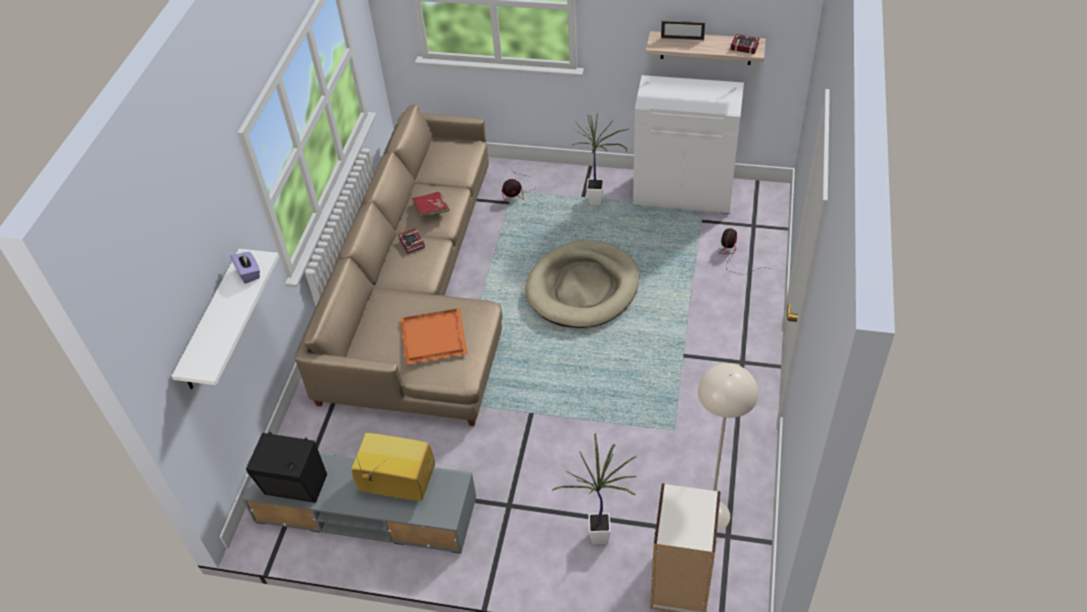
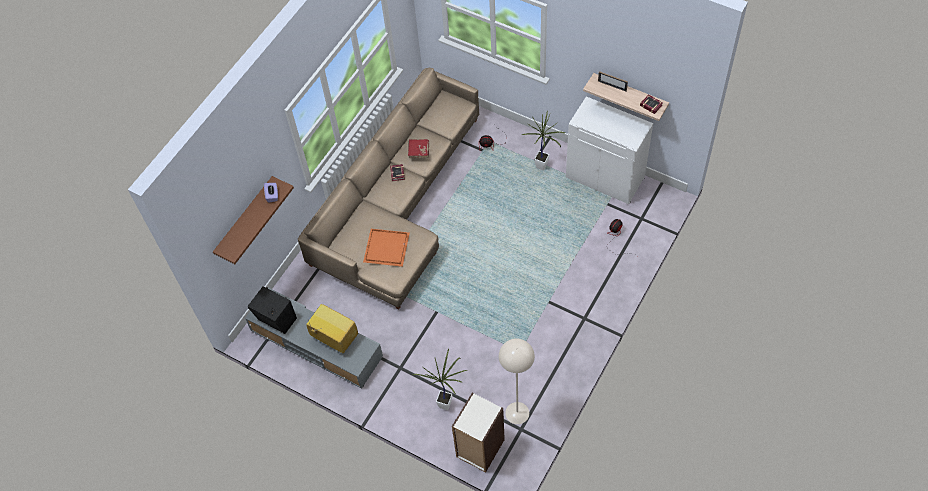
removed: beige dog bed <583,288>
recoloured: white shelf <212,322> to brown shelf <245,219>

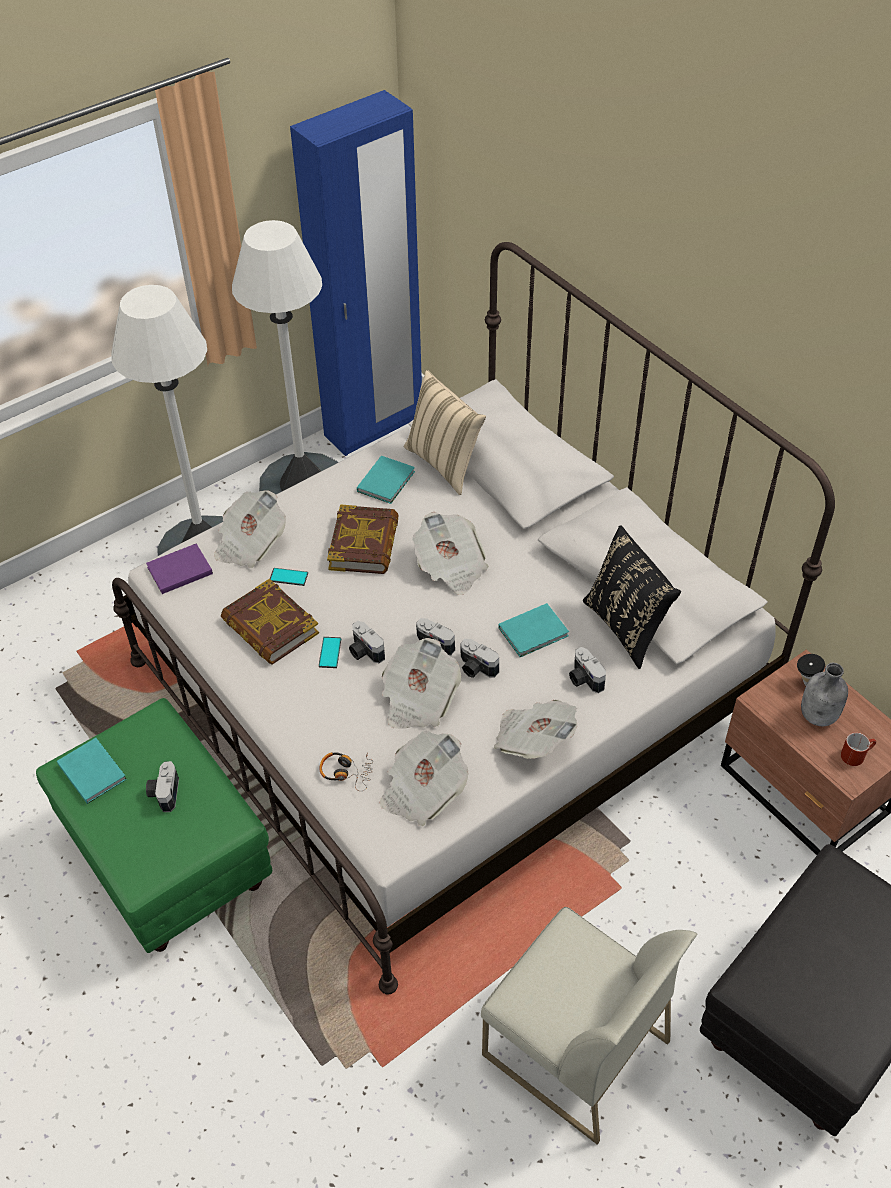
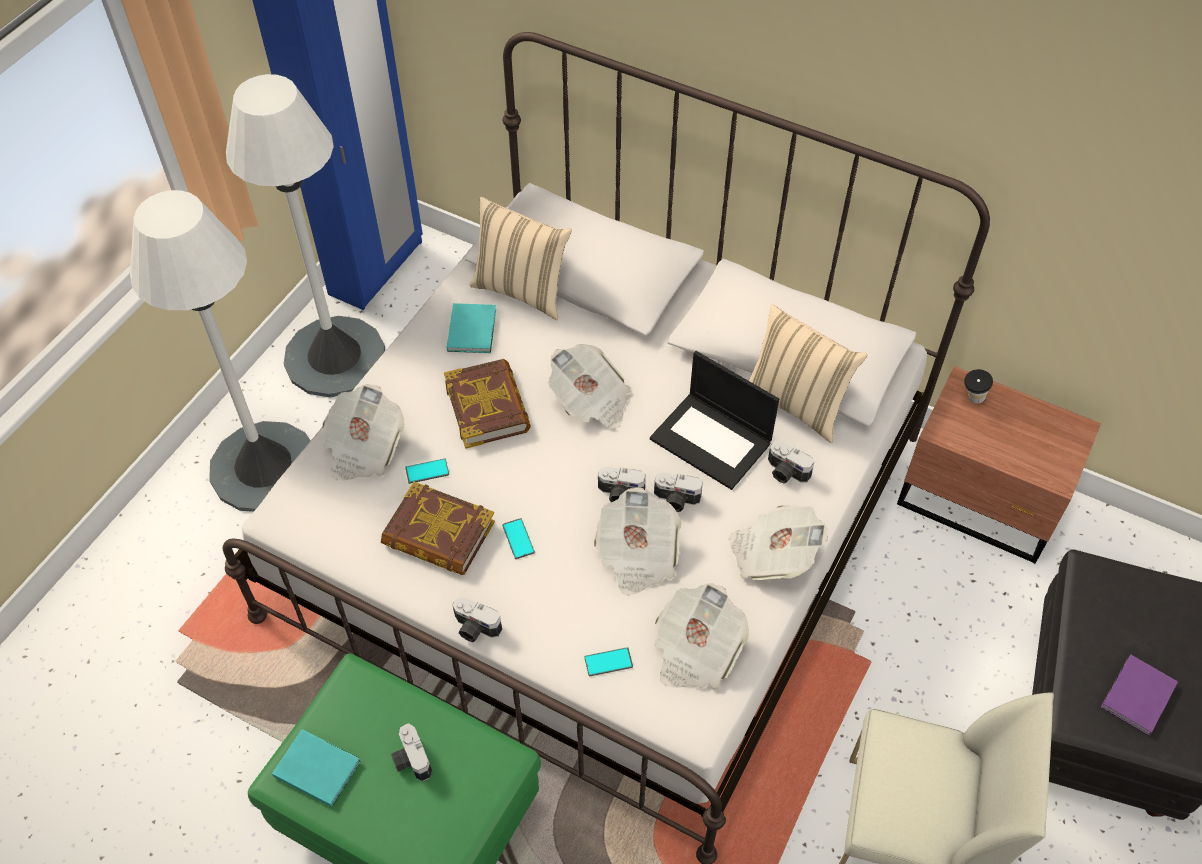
removed: grey bottle <819,716>; red mug <856,754>
moved: purple book <178,570> to <1136,697>; photo camera <364,651> to <475,629>
replaced: headphones <346,772> to phone <608,662>; turquoise book <535,632> to laptop <712,440>
recoloured: black pillow <626,627> to beige pillow <796,404>

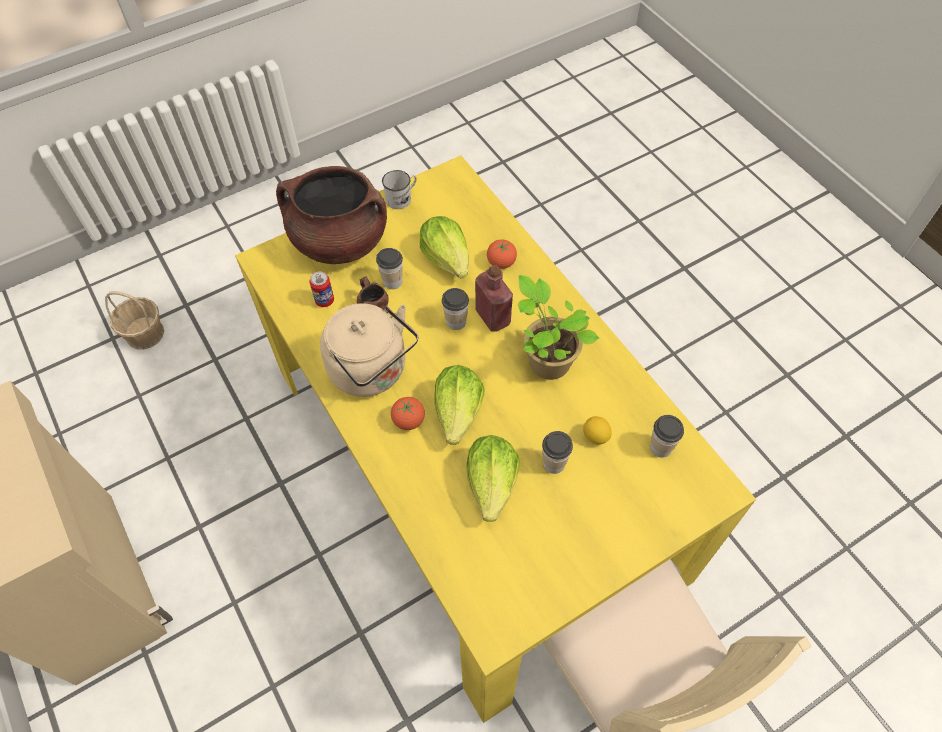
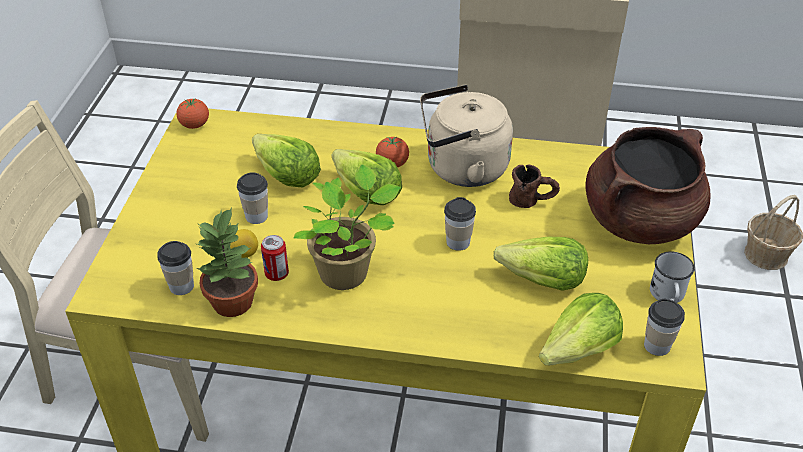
removed: red bottle <493,317>
added: potted plant <234,302>; lettuce <579,350>
moved: can <324,300> to <277,274>; cup <392,281> to <657,345>; tomato <501,263> to <194,125>

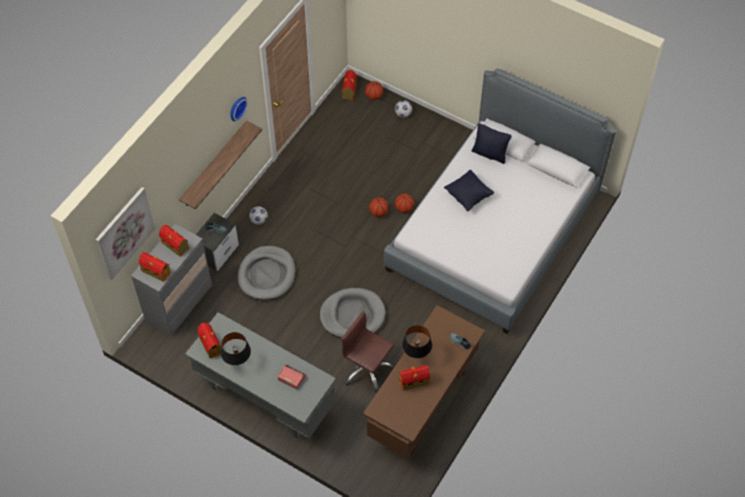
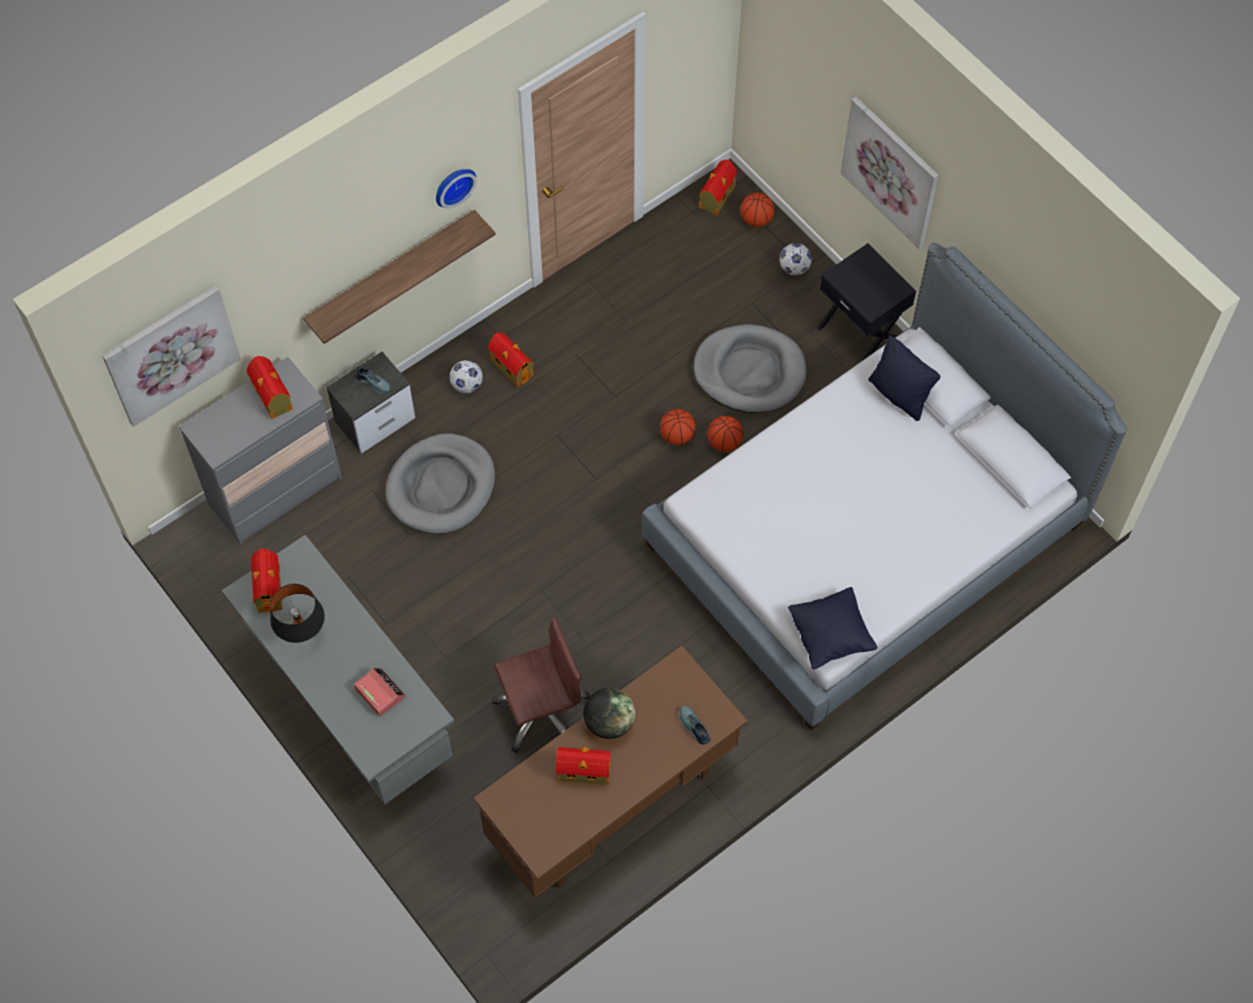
added: black nightstand <860,332>; picture <890,172>
moved: toy house <155,271> to <511,366>; grey dog bed <352,315> to <749,371>; black pillow <468,196> to <830,636>
replaced: black table lamp <416,354> to globe <609,723>
turned: brown office chair <367,369> = <542,712> 105 degrees clockwise

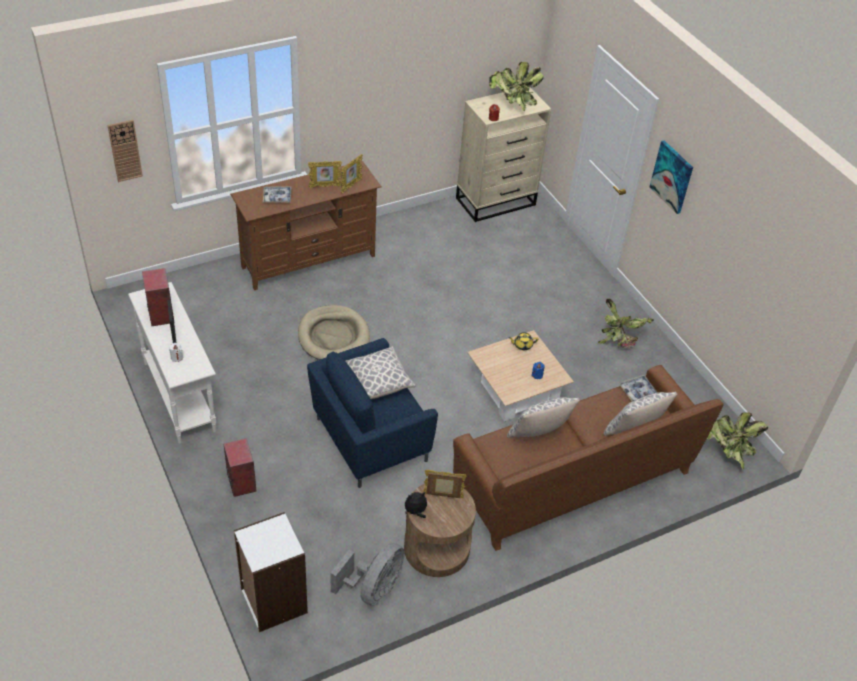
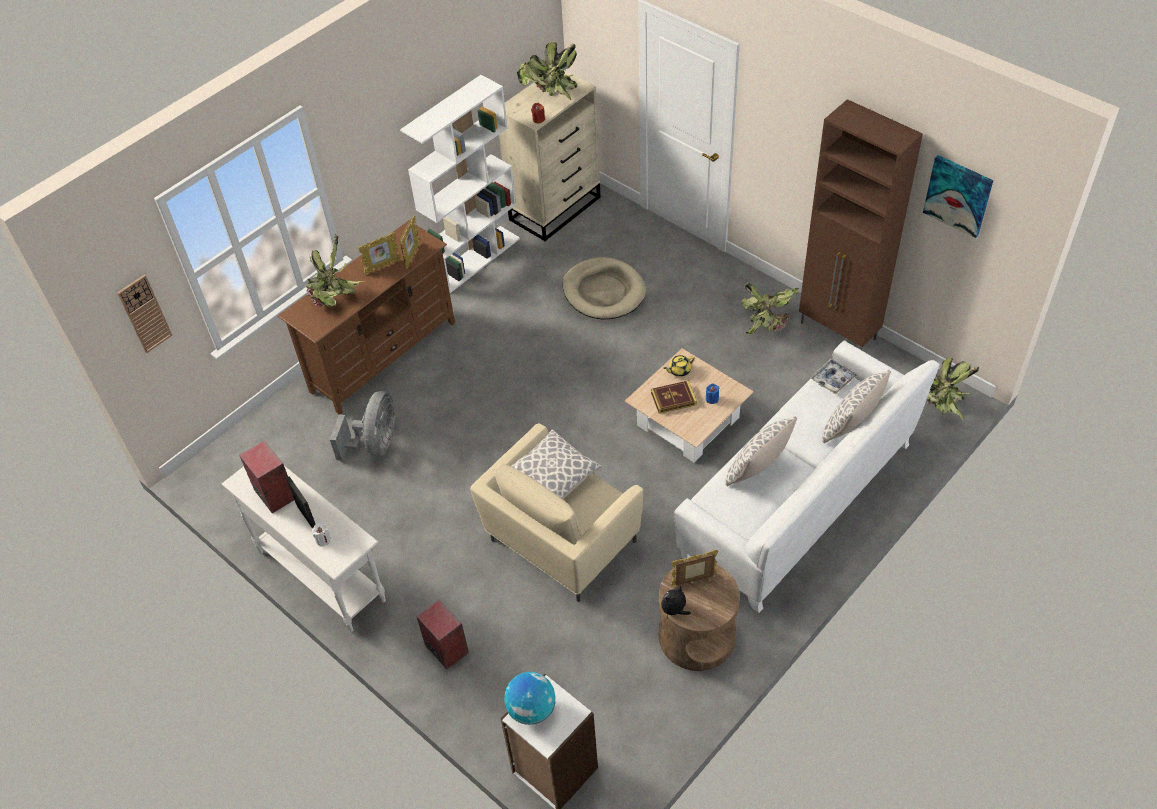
added: white bookcase <475,259>; globe <531,709>; book <673,399>; brown cabinet <839,331>
moved: beige dog bed <333,336> to <604,291>; grey fan <373,589> to <375,444>; picture <672,177> to <958,195>
replaced: tray <277,197> to potted plant <335,300>
recoloured: blue armchair <369,439> to beige armchair <560,541>; brown sofa <573,479> to white sofa <798,500>

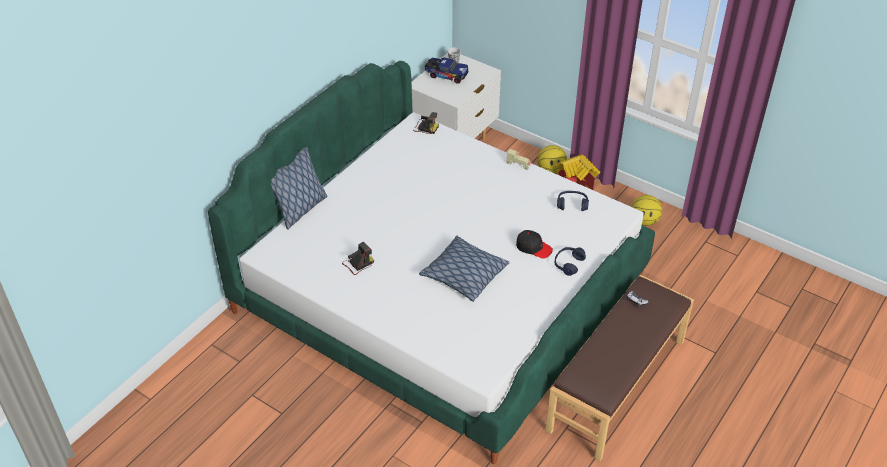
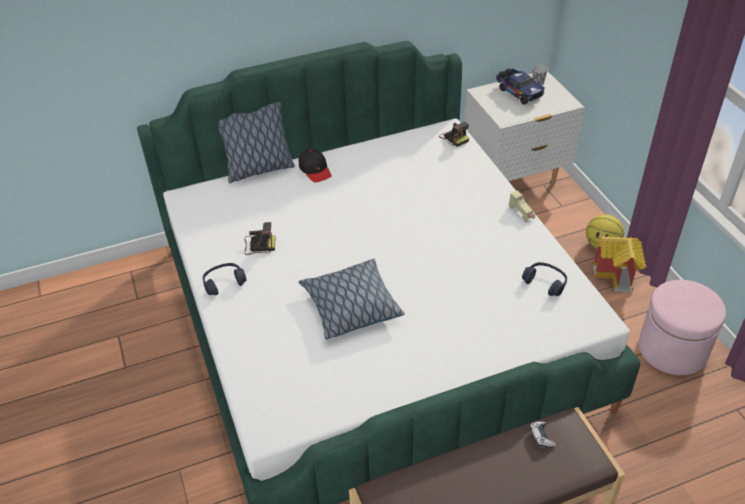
moved: black cap <533,247> to <315,170>; blue headphones <568,264> to <224,283>
replaced: basketball <644,221> to pink ottoman <672,349>

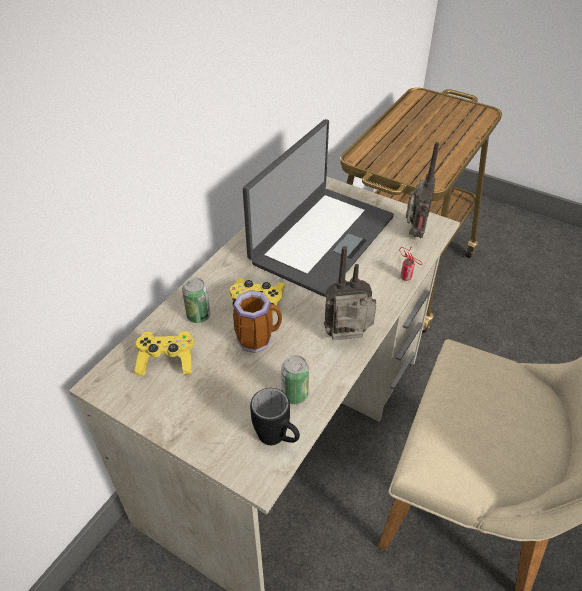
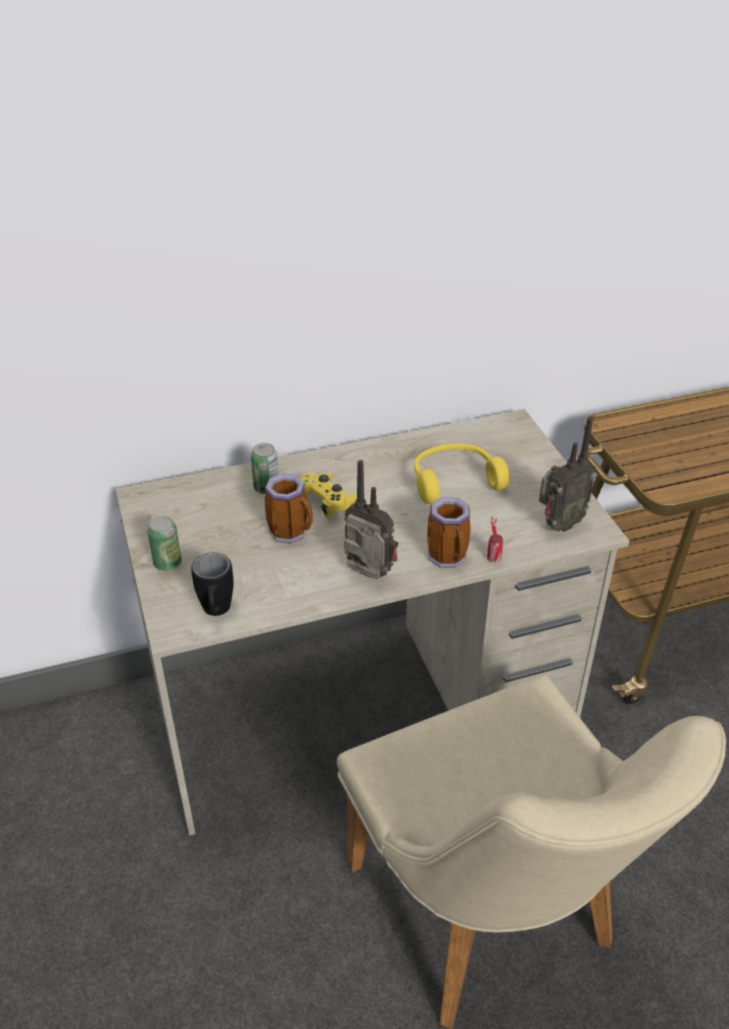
removed: yellow game controller <167,360>
added: mug <450,558>
moved: can <294,395> to <167,563>
replaced: laptop <321,238> to yellow headphones <454,481>

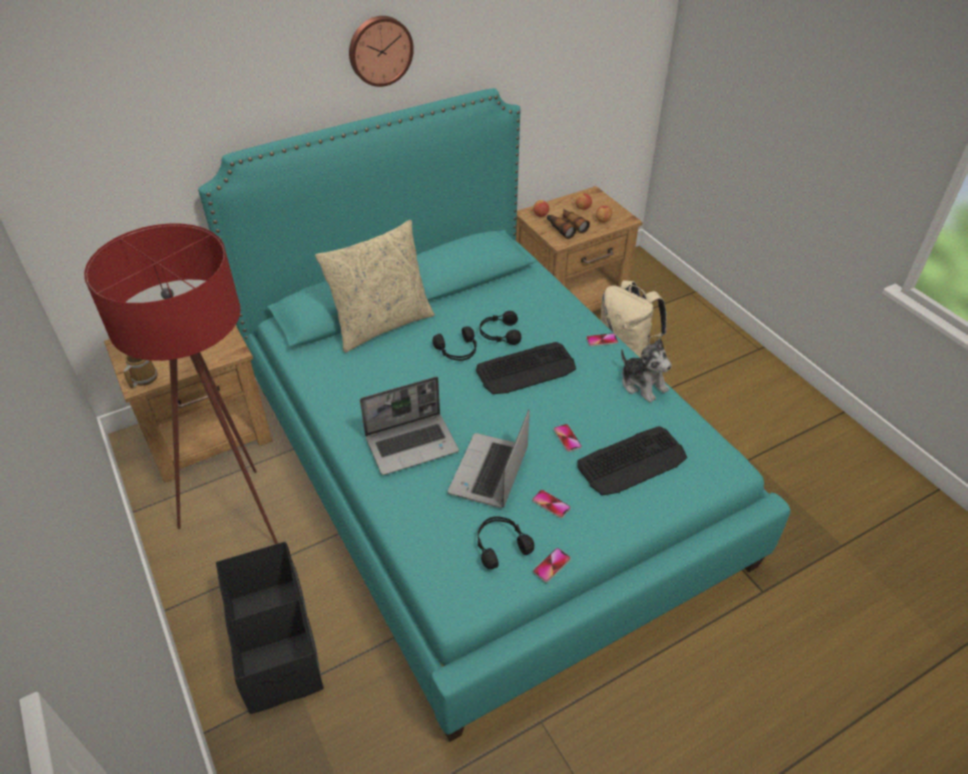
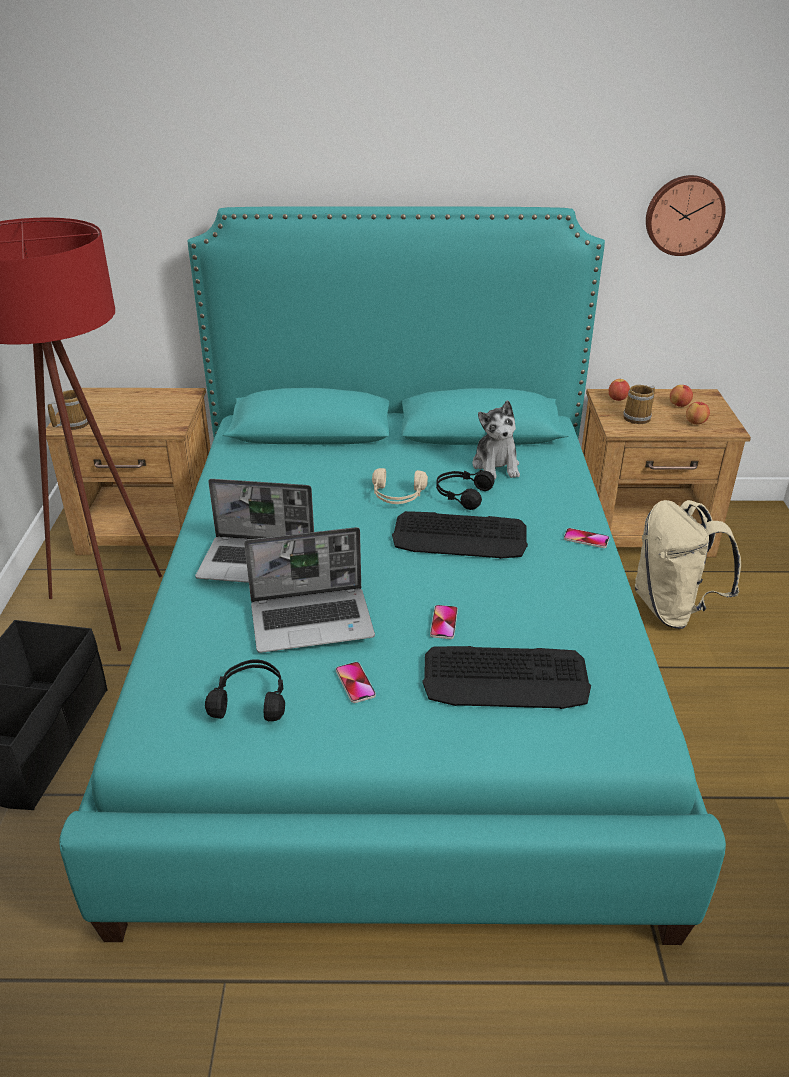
removed: beige pillow <382,324>; phone <551,565>
moved: wall clock <379,50> to <683,215>; plush toy <643,384> to <496,466>
replaced: binoculars <565,227> to mug <638,417>
recoloured: black headphones <458,351> to beige headphones <397,496>
turned: laptop <490,473> = <313,621> 150 degrees counterclockwise

